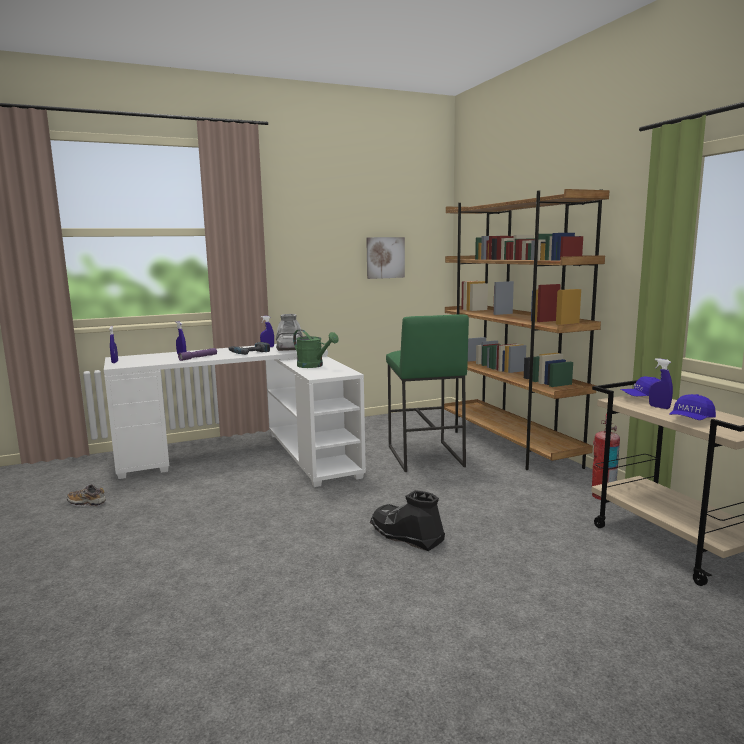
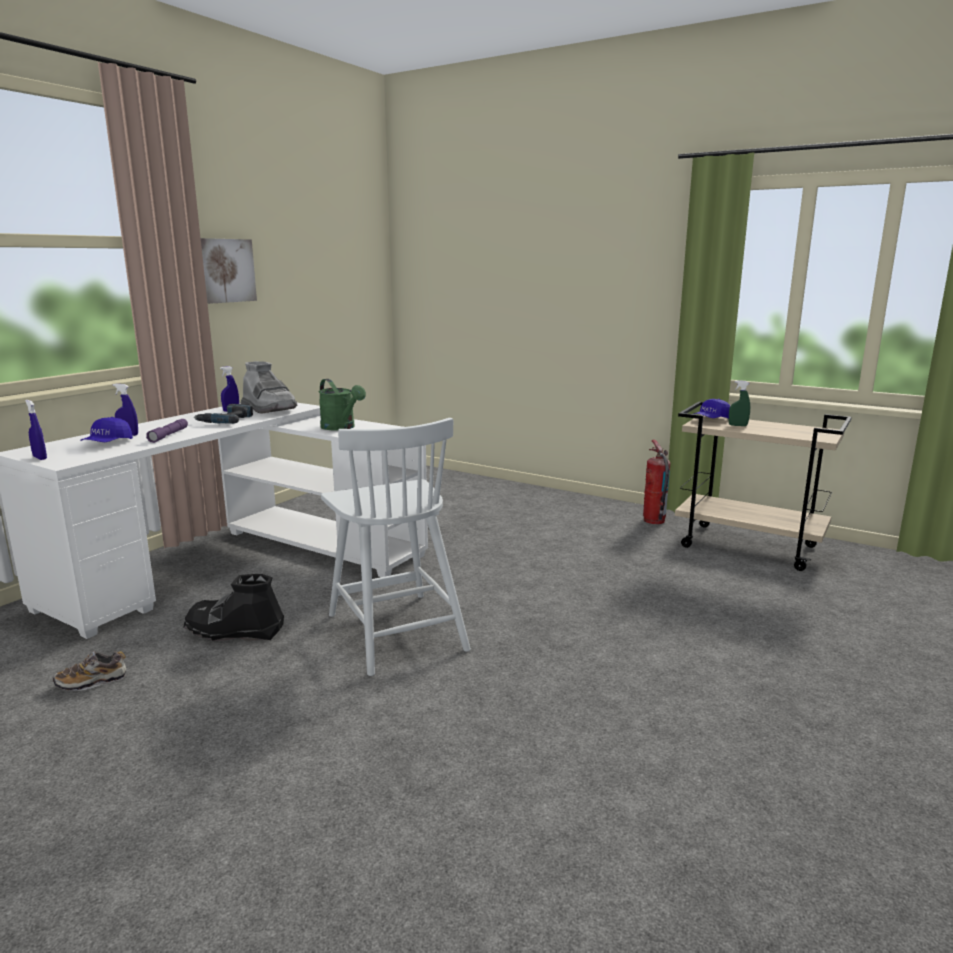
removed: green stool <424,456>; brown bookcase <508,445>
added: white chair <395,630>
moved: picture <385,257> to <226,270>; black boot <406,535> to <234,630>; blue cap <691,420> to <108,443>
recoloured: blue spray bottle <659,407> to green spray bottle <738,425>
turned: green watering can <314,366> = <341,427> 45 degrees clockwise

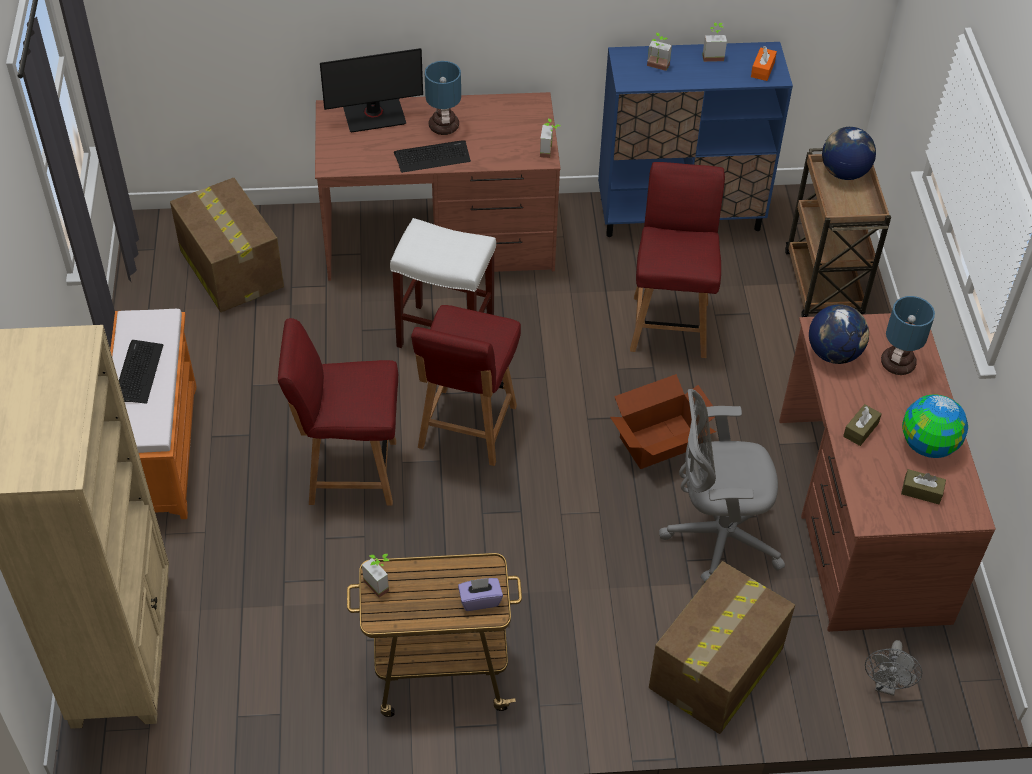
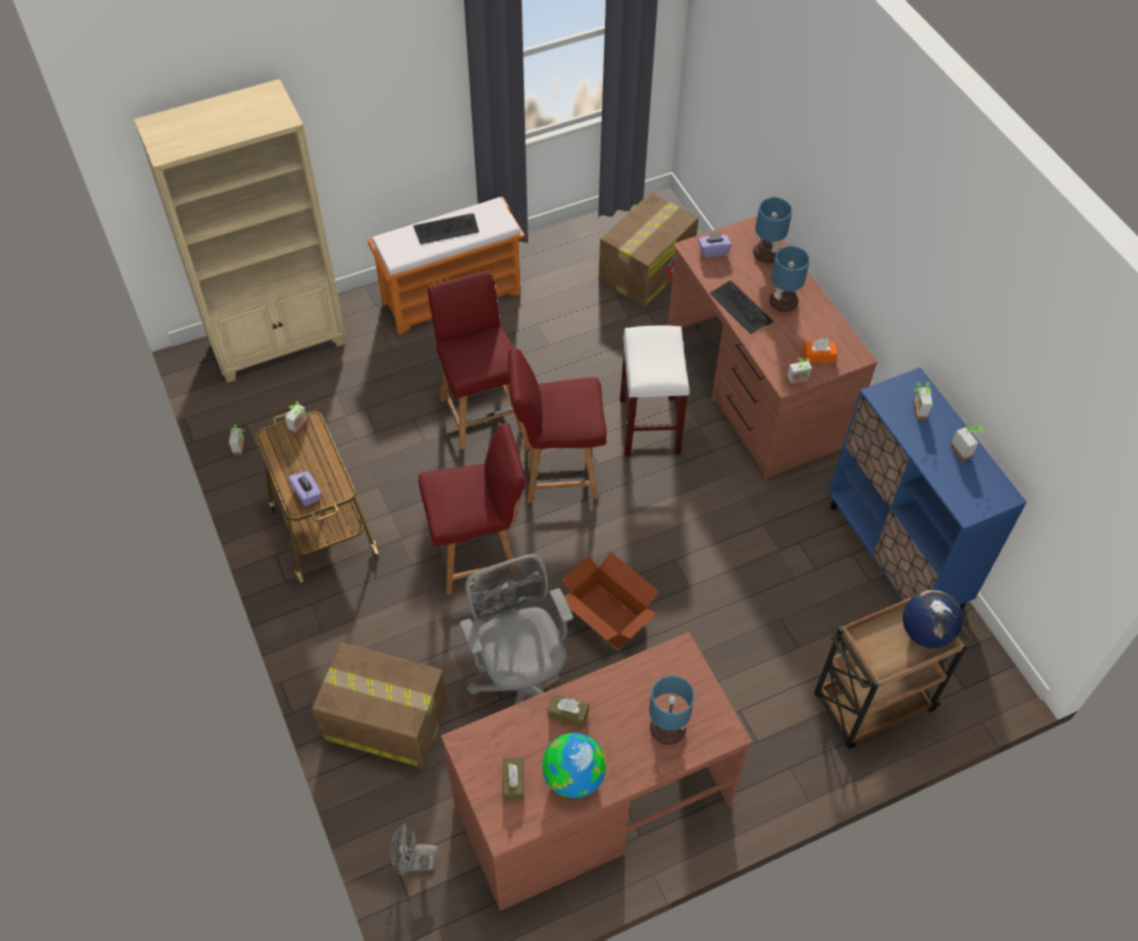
removed: globe <834,353>
added: potted plant <243,448>; purple tissue box <713,251>
moved: red chair <669,324> to <478,556>; orange tissue box <762,69> to <818,356>
replaced: monitor <374,115> to table lamp <767,255>

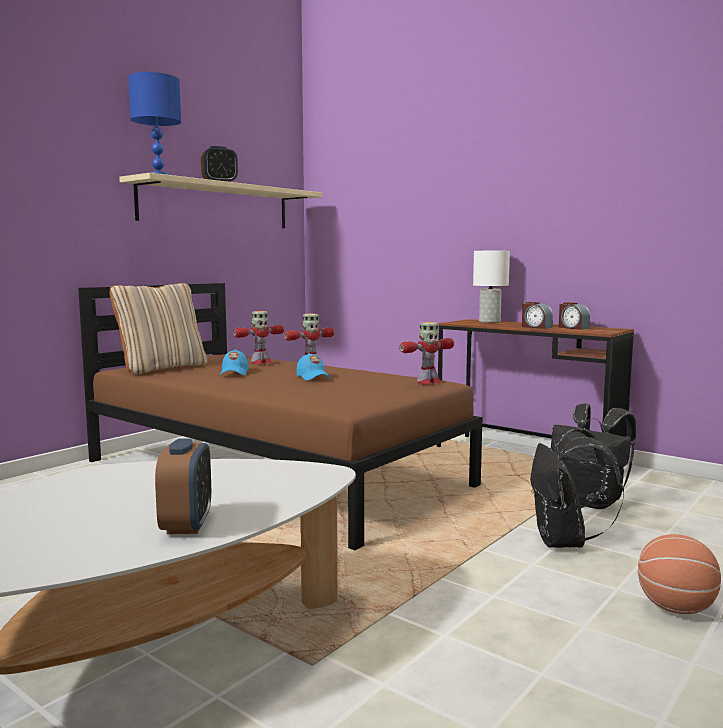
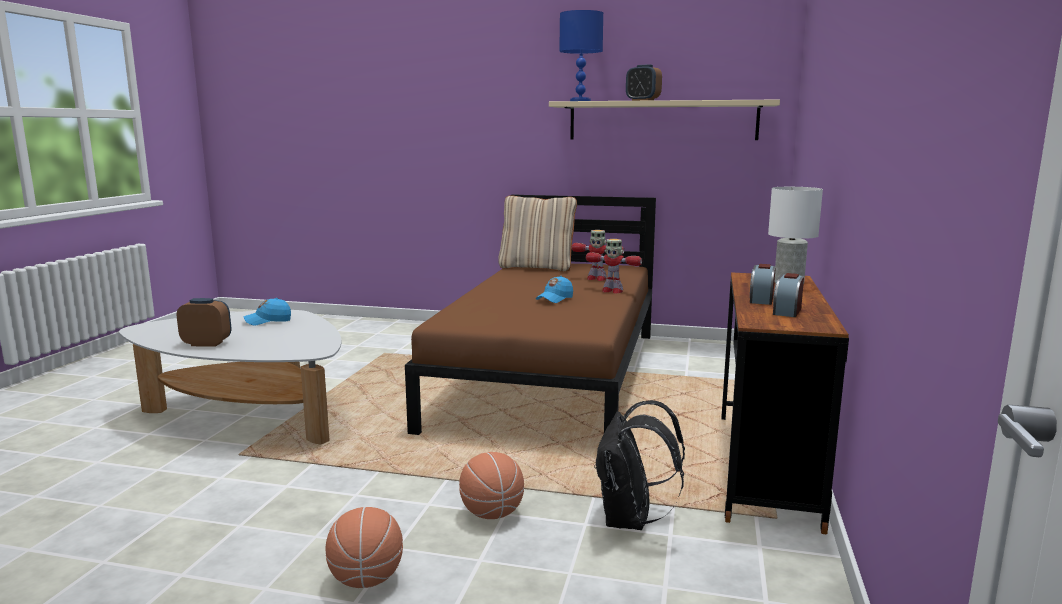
removed: toy robot <428,382>
moved: blue cap <234,373> to <268,321>
replaced: black backpack <564,542> to basketball <492,514>
turned: alarm clock <186,525> = <207,344> 150 degrees counterclockwise

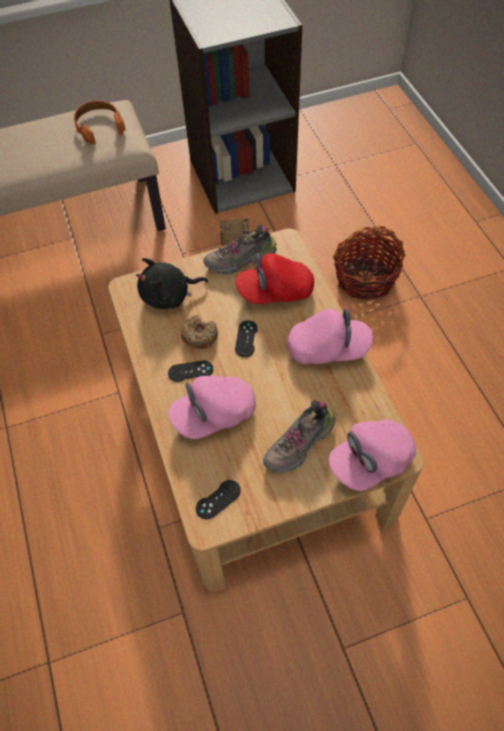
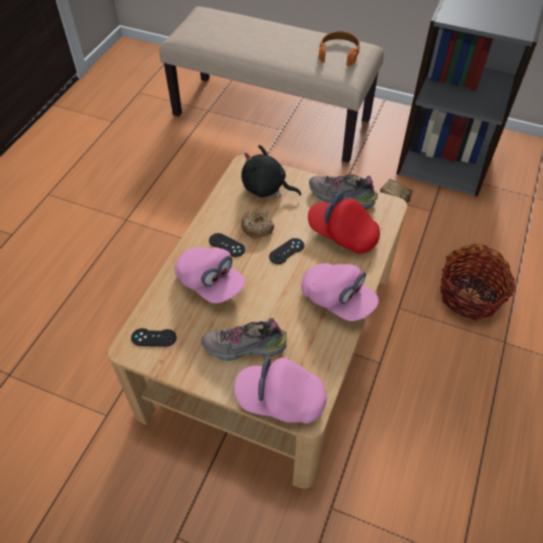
turned: pink cap <213,414> = <210,283> 150 degrees counterclockwise

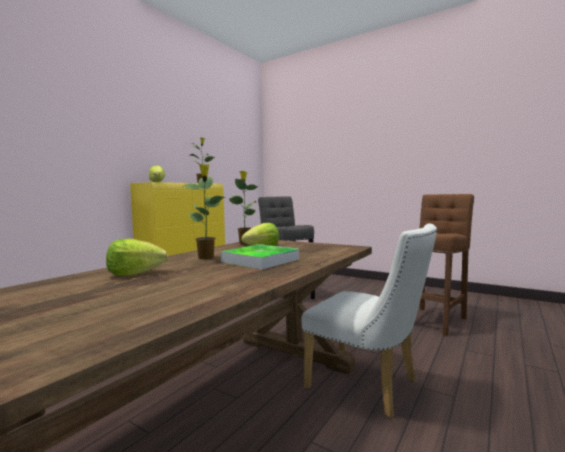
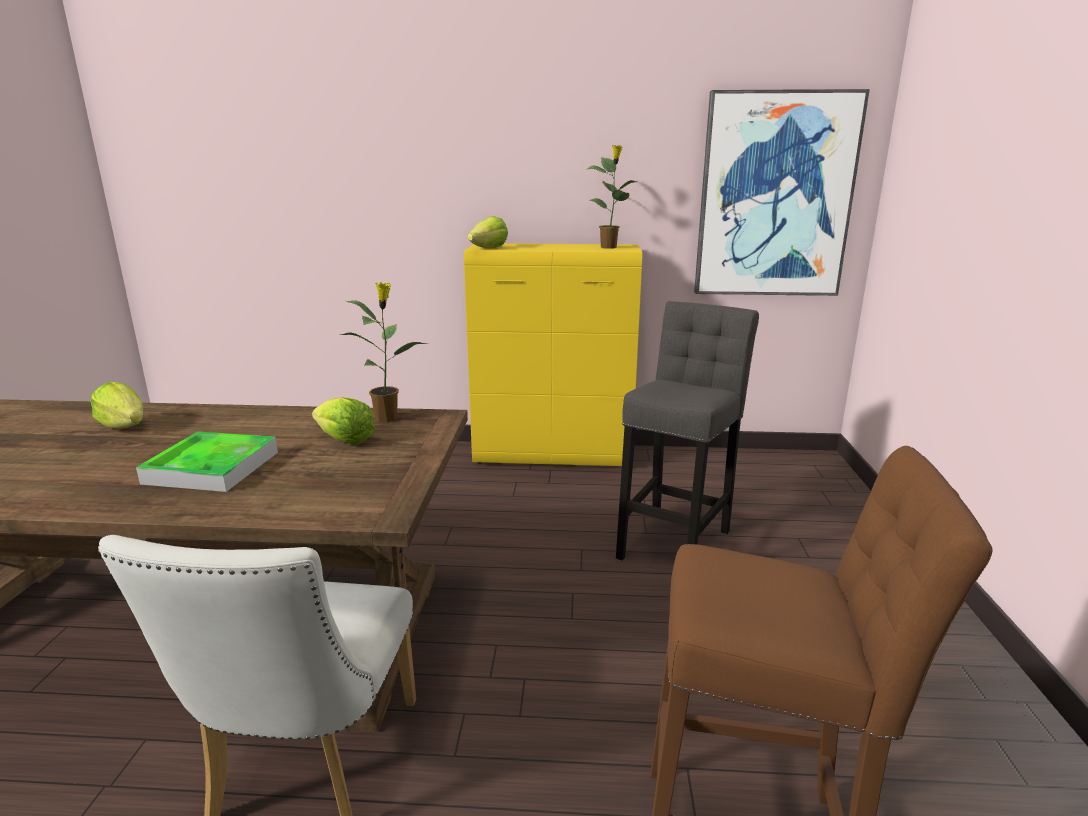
removed: potted plant <206,258>
added: picture <774,196>

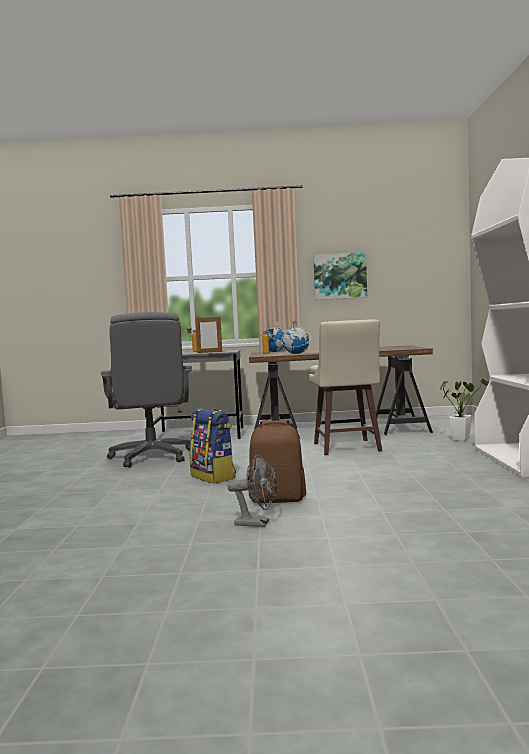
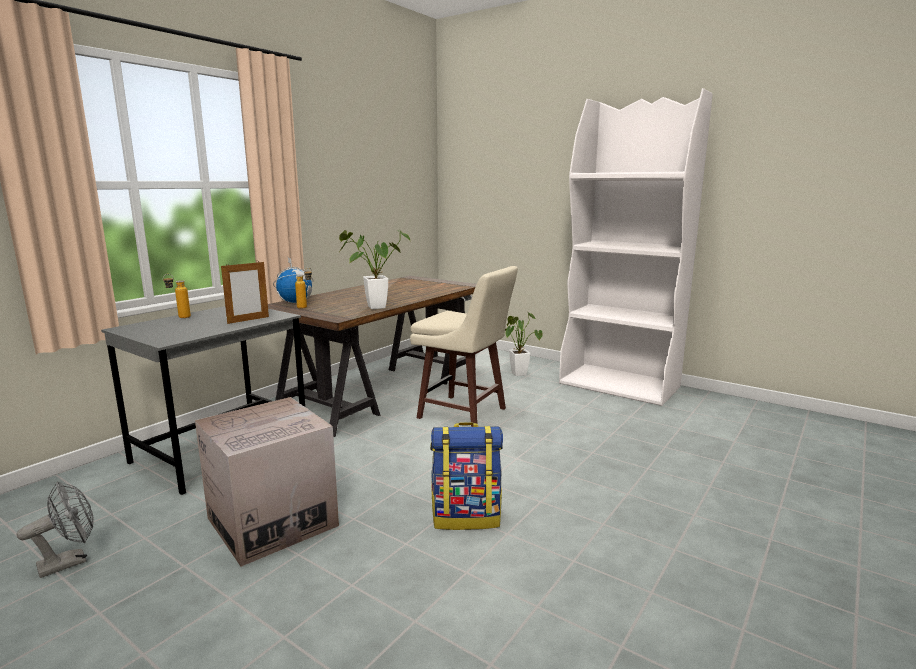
removed: brown backpack <278,499>; picture <340,276>
moved: grey fan <257,523> to <70,561>
replaced: grey office chair <152,457> to cardboard box <272,522>; globe <296,354> to potted plant <372,307>

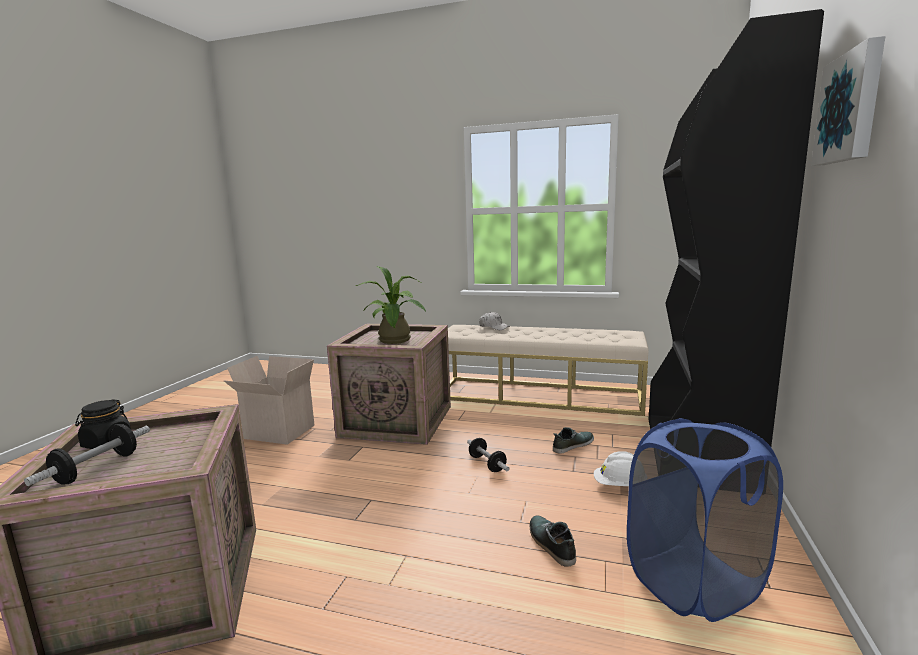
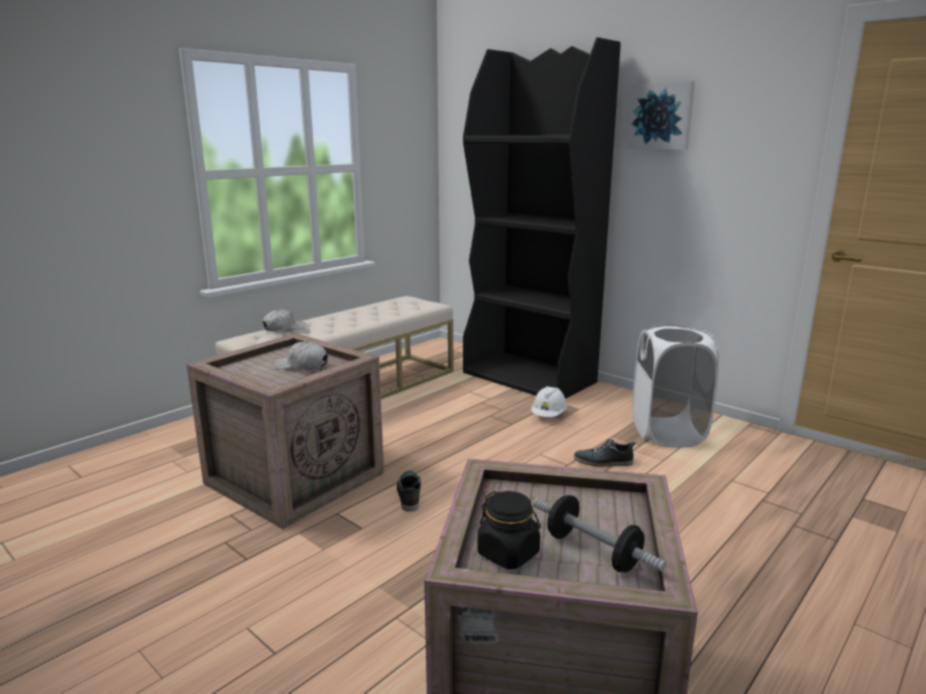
removed: cardboard box <277,432>; dumbbell <487,464>
moved: shoe <572,445> to <409,494>
replaced: potted plant <395,341> to white cap <302,366>
recoloured: blue laundry basket <694,582> to white laundry basket <668,433>

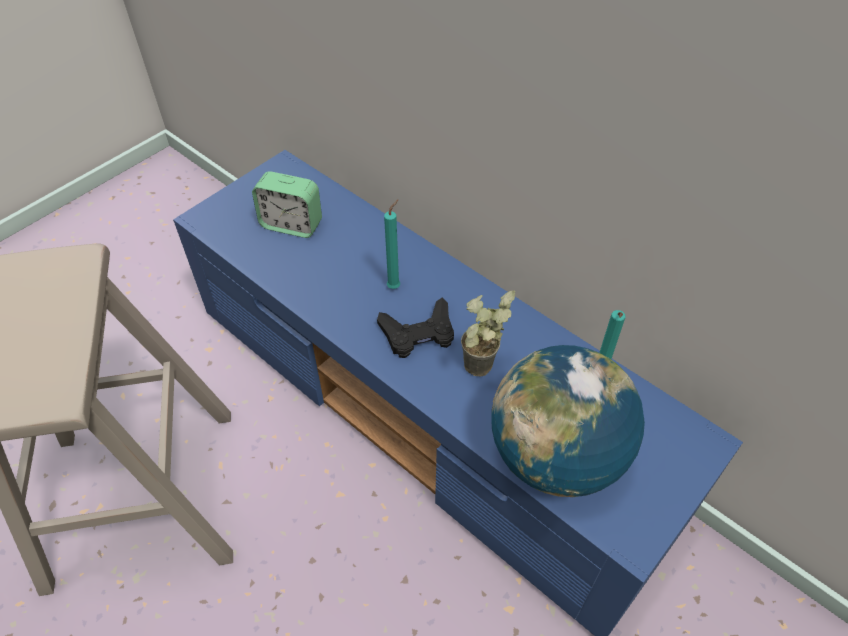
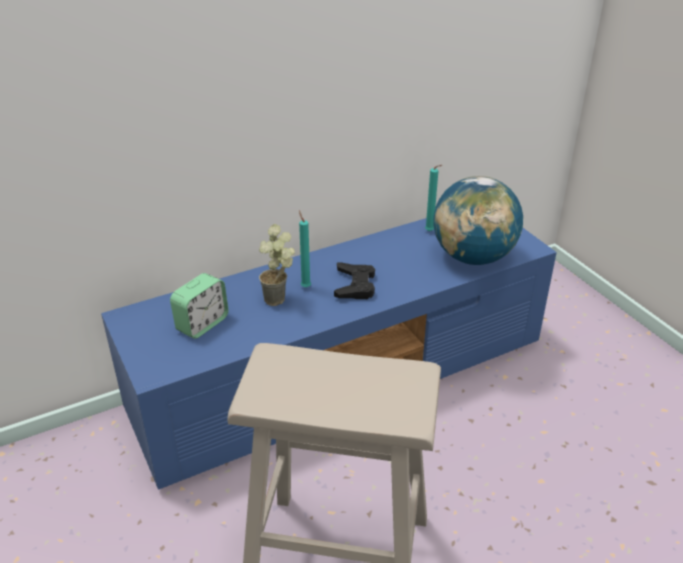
moved: potted plant <479,373> to <281,301>

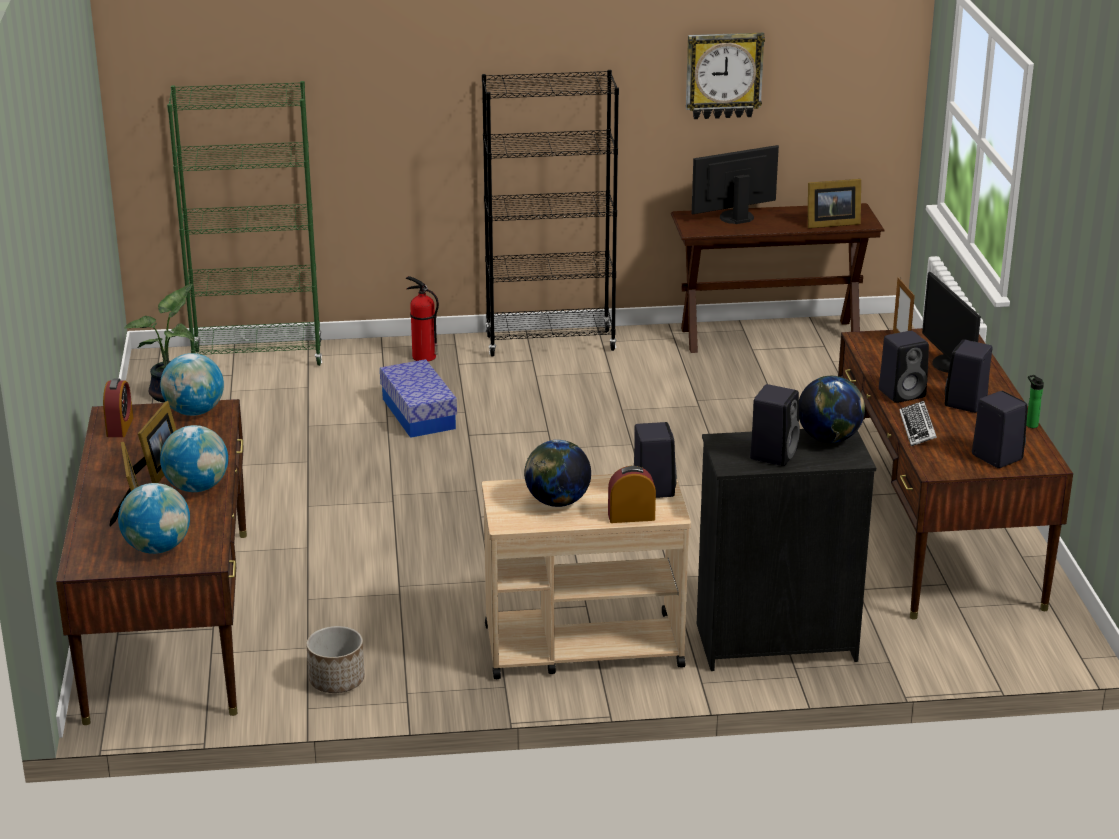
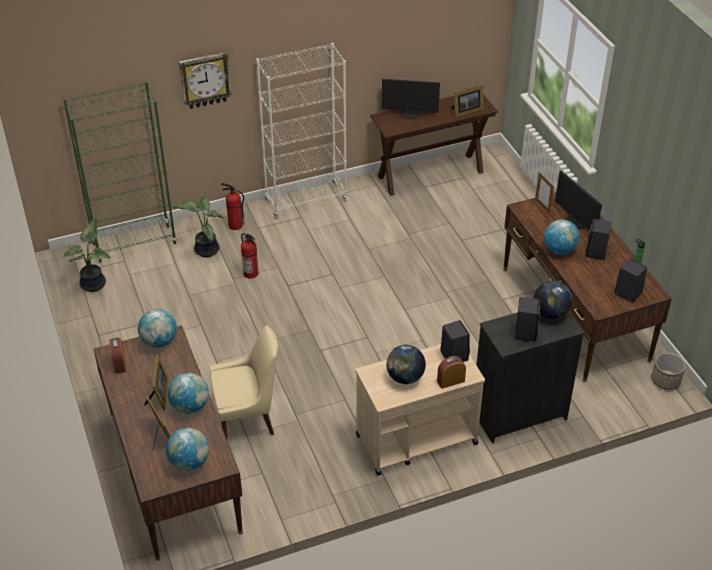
removed: keyboard <918,428>
added: potted plant <205,249>; beige chair <248,418>
moved: planter <337,680> to <665,380>; wall clock <723,75> to <205,80>
replaced: storage box <418,413> to fire extinguisher <251,273>; black speaker <903,393> to globe <559,250>
recoloured: black bookcase <550,343> to white bookcase <306,201>
turned: monitor <735,217> = <409,114> 135 degrees counterclockwise

